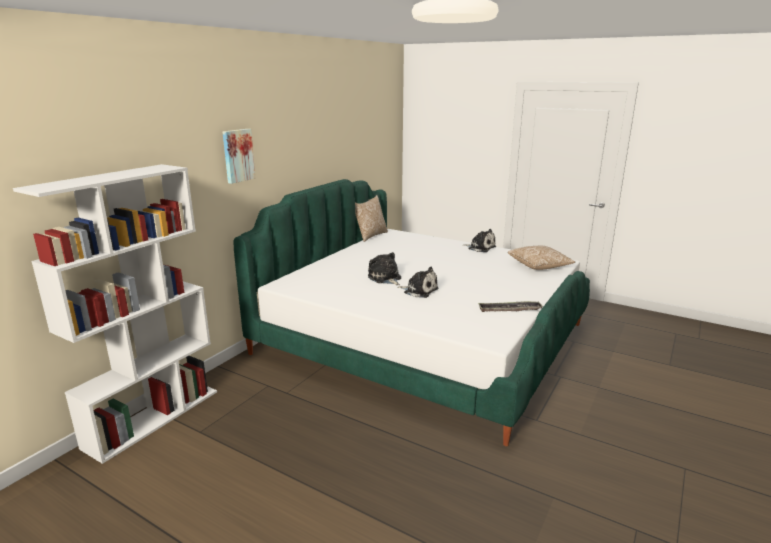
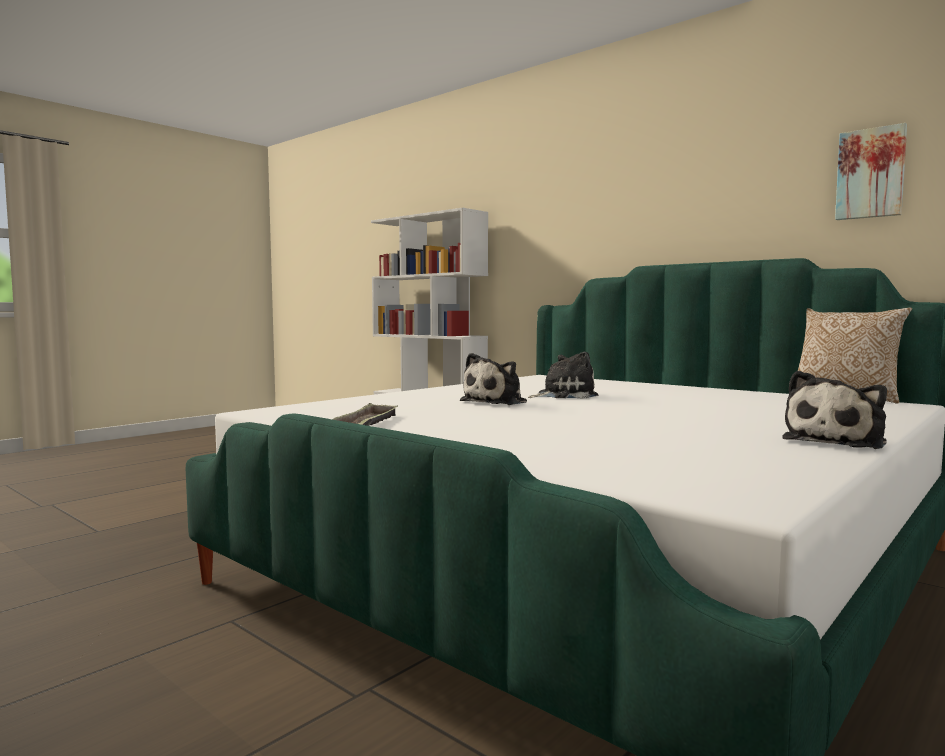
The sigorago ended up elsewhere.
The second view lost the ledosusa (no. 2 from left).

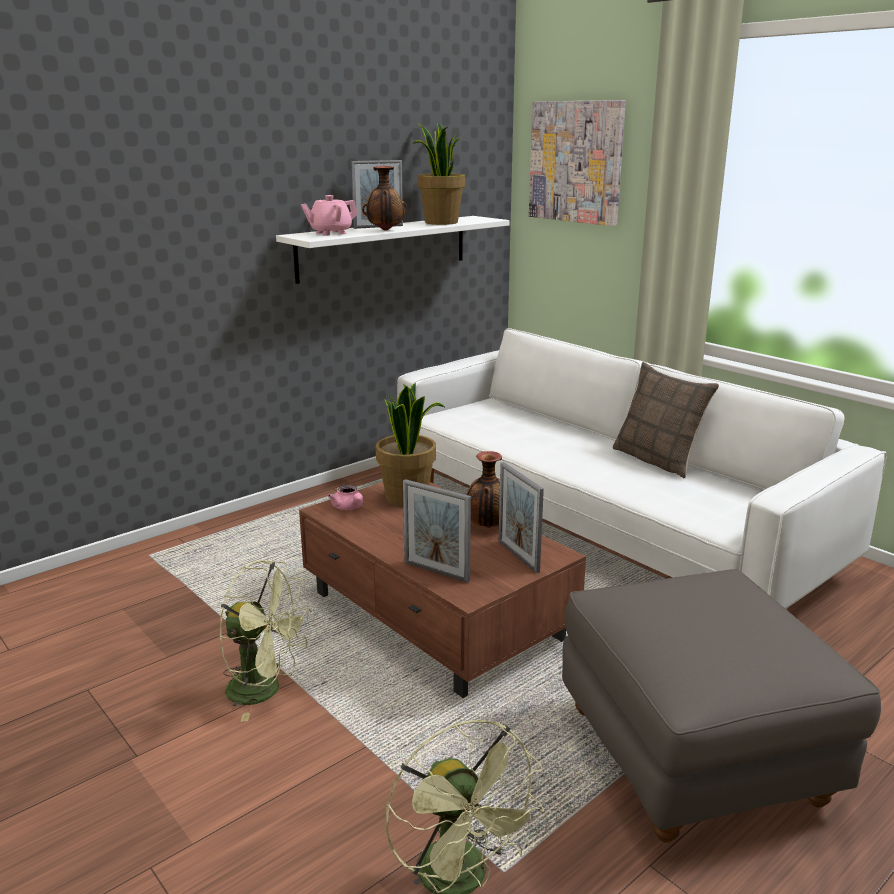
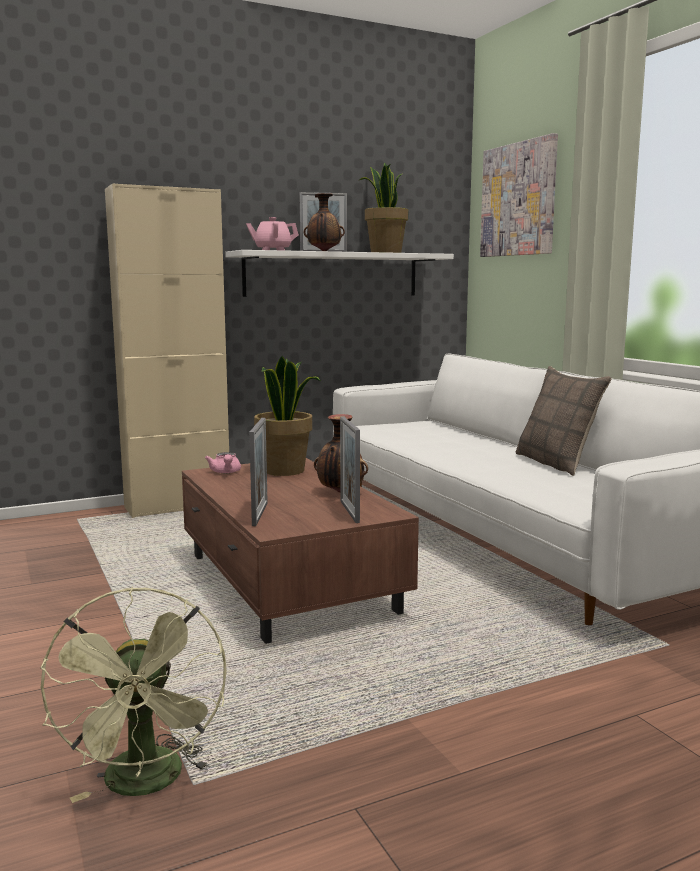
The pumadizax (no. 2 from left in the first image) ended up facing another way, 135 degrees counterclockwise from before.
The second view lost the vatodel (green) (no. 1 from left).
The second view lost the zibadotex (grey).
The second view gained the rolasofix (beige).

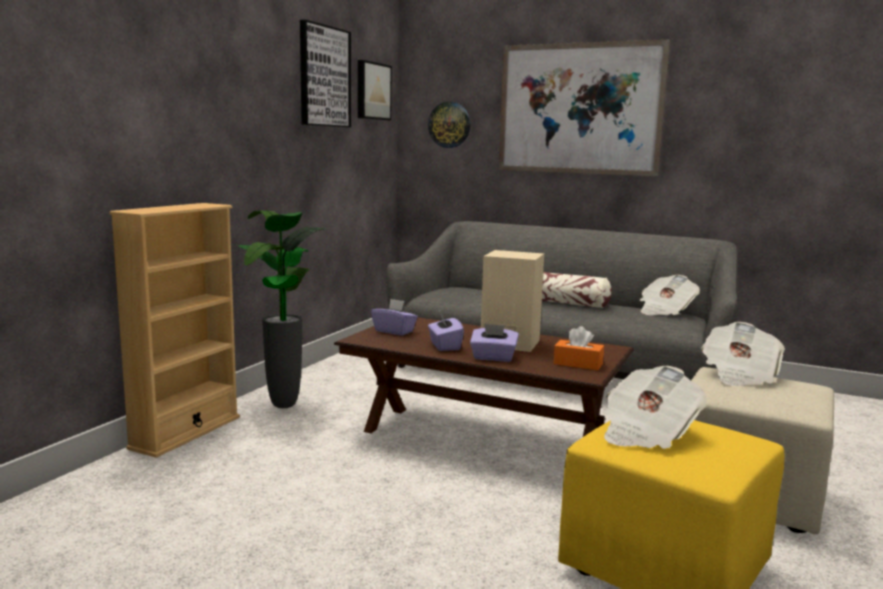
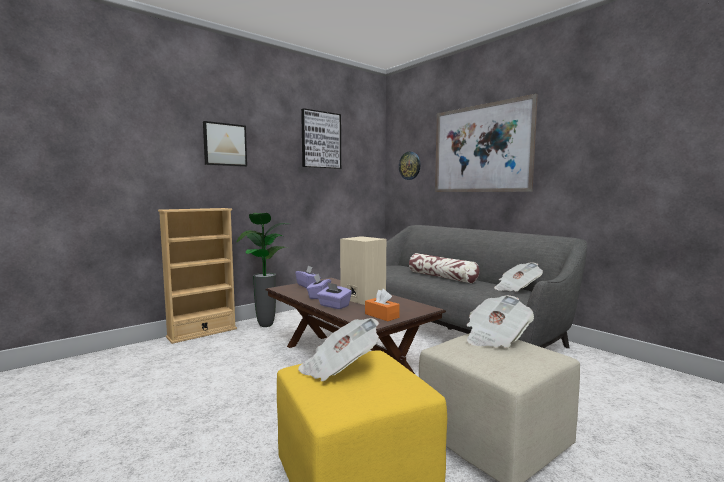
The sigorago (no. 2 from left in the first image) ended up elsewhere.

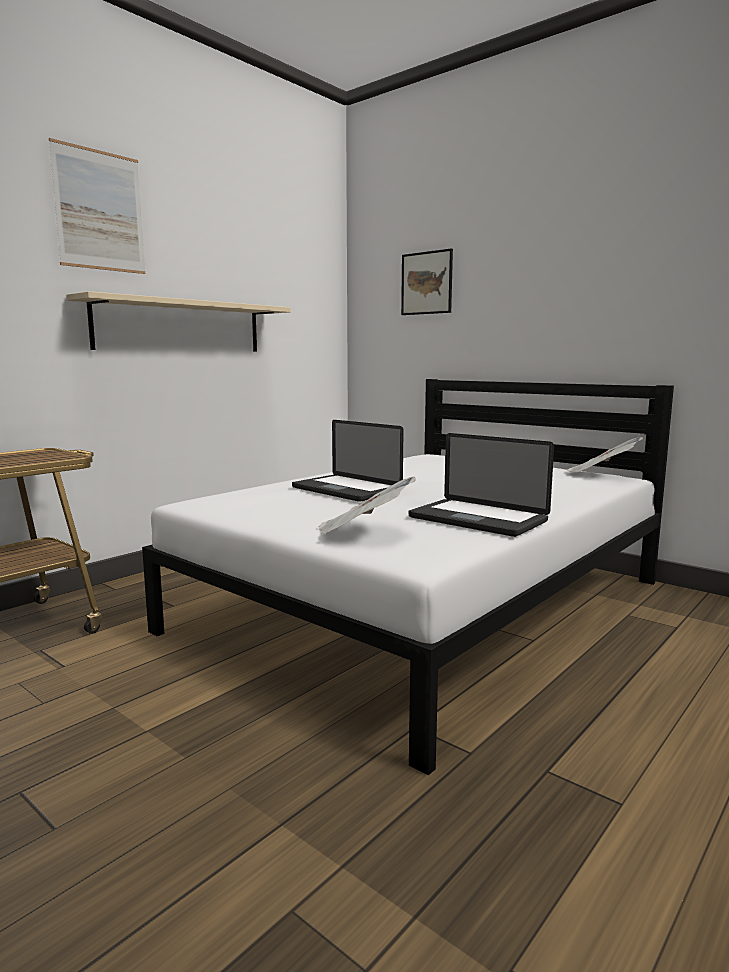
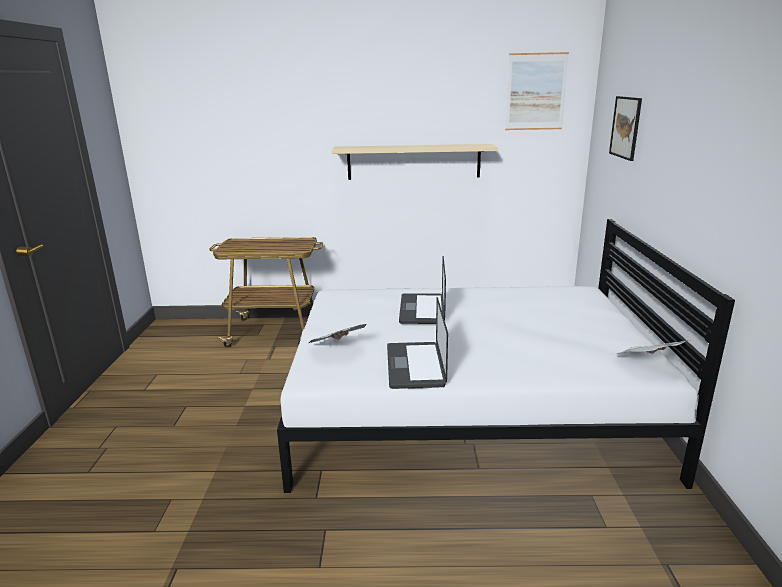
The sigorago (no. 1 from left) ended up elsewhere.

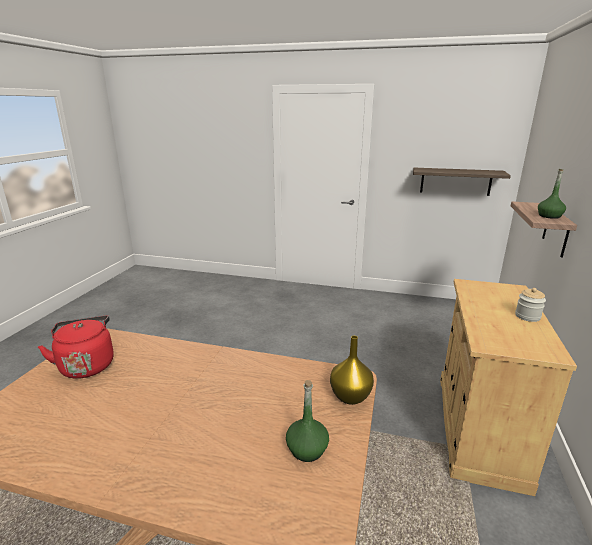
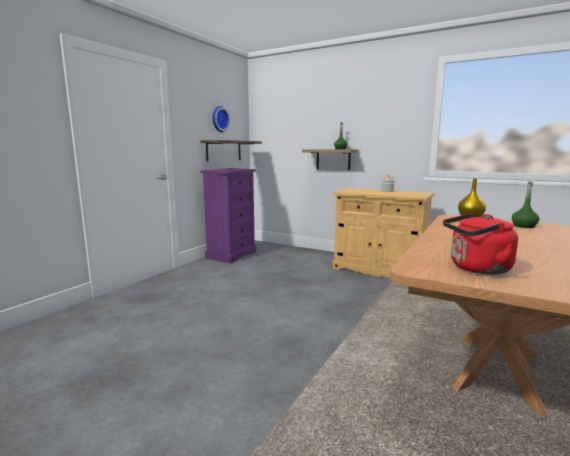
The second view gained the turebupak.
The second view gained the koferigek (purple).

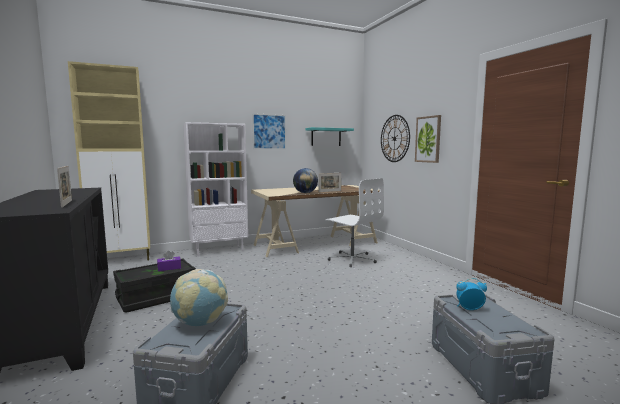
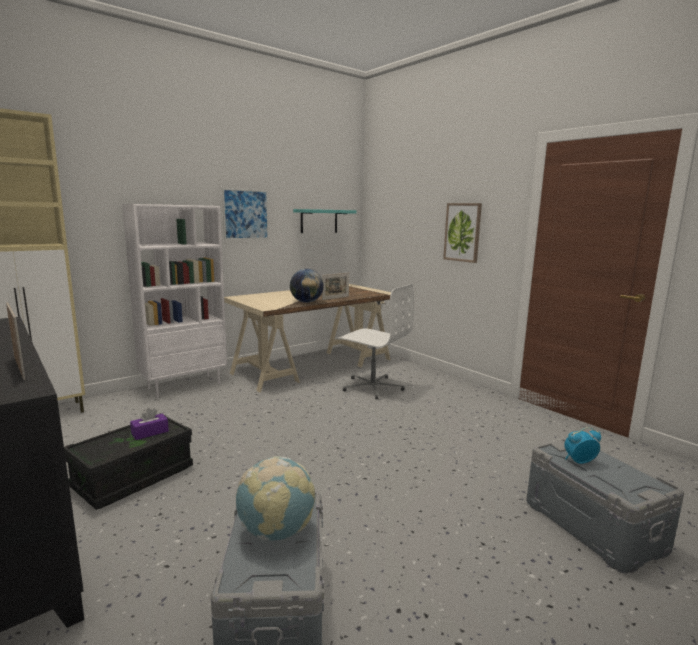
The second view lost the turebupak.

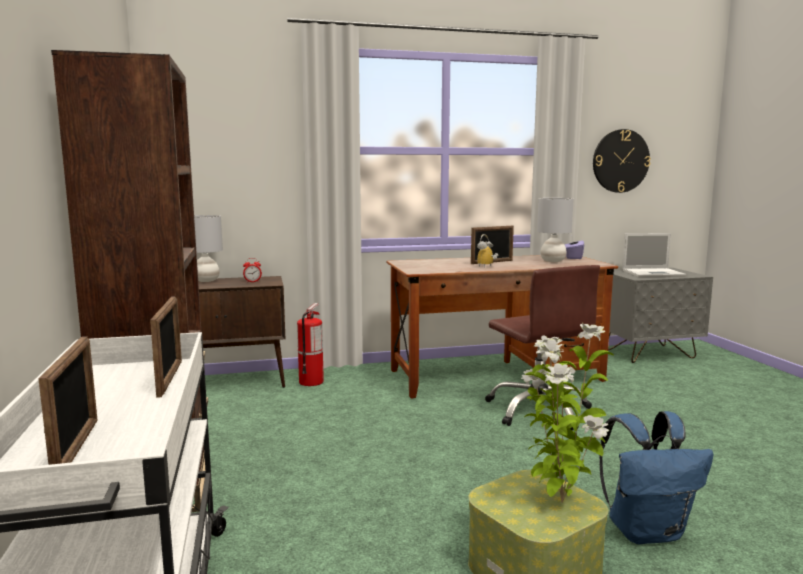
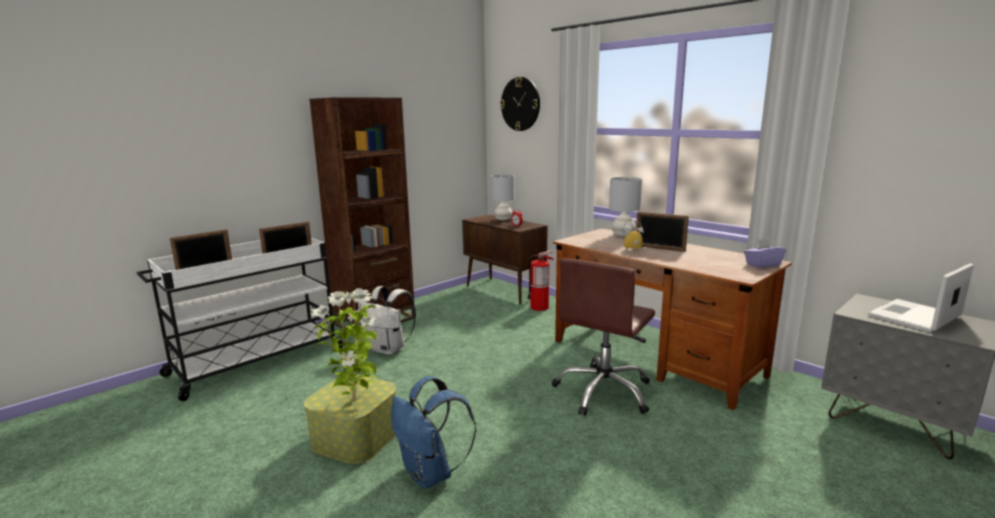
The turebupak ended up elsewhere.
The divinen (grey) (no. 2 from left) ended up elsewhere.
The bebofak ended up facing another way, 90 degrees clockwise from before.
The second view gained the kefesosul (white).

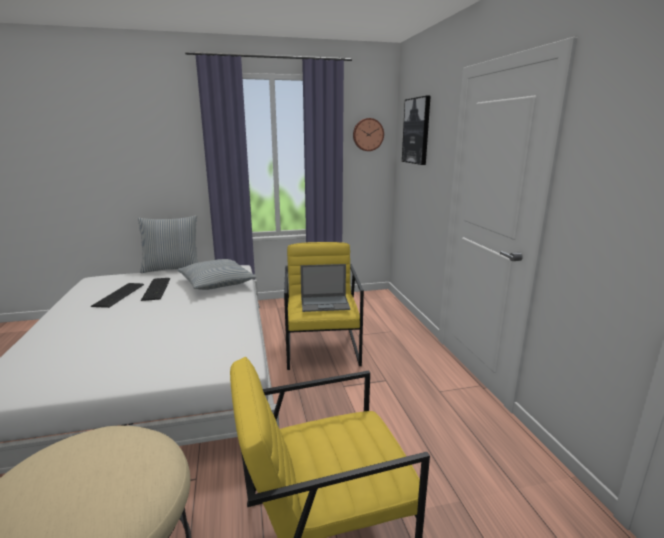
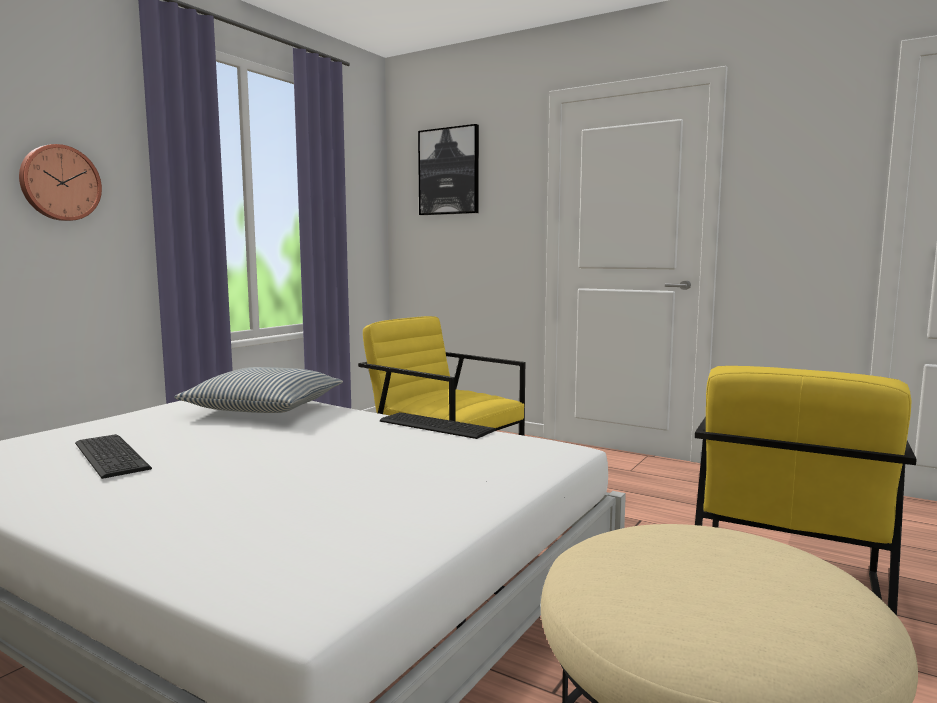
The turebupak ended up elsewhere.
The second view lost the ledosusa (no. 1 from left).
The second view lost the bebofak.
The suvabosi (no. 2 from left) ended up elsewhere.

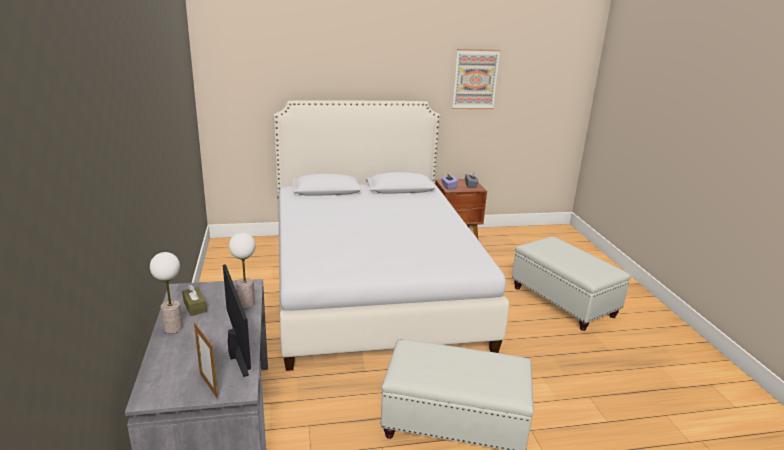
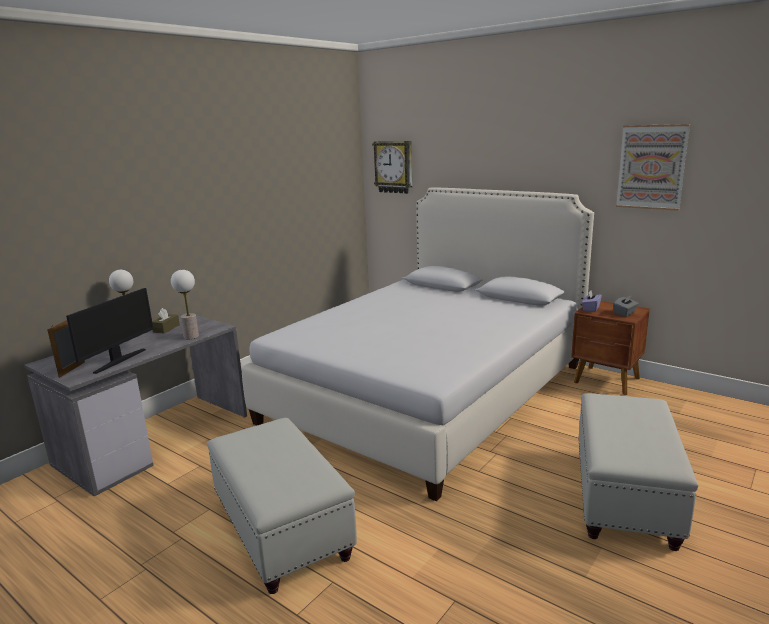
The second view gained the turebupak.

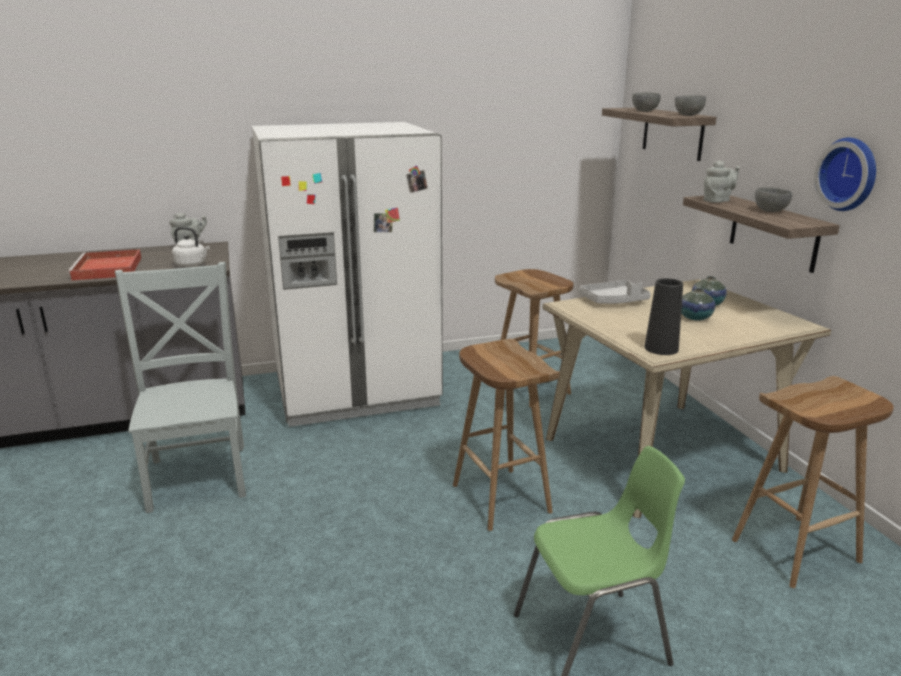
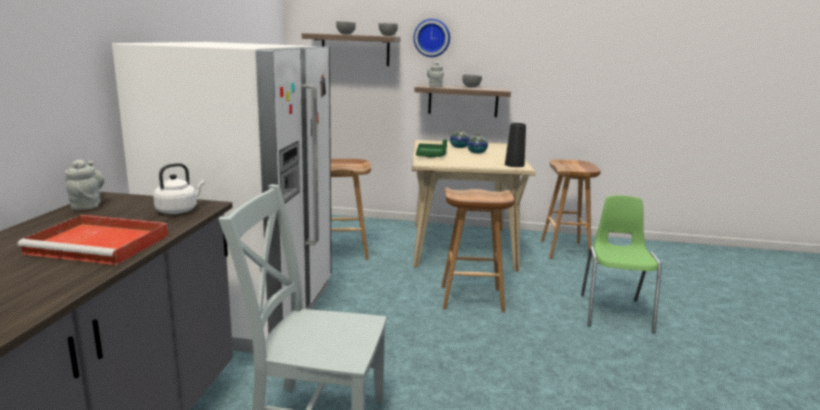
The turebupak ended up elsewhere.
What was the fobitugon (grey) turned into the fobitugon (green).

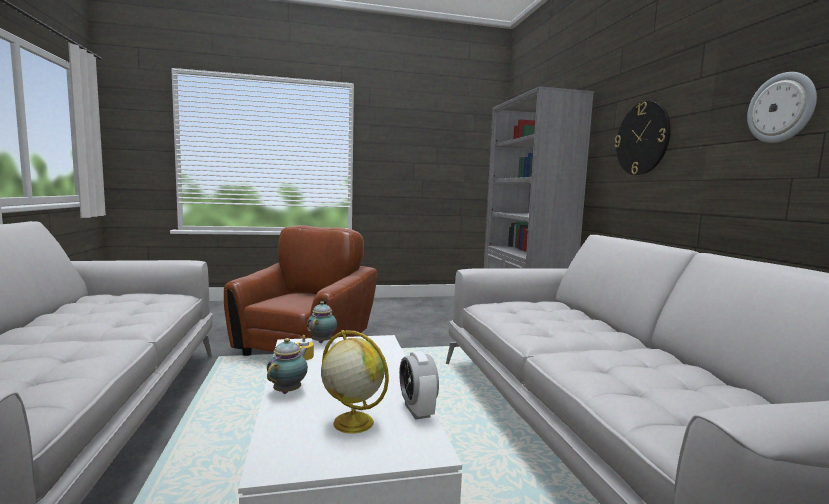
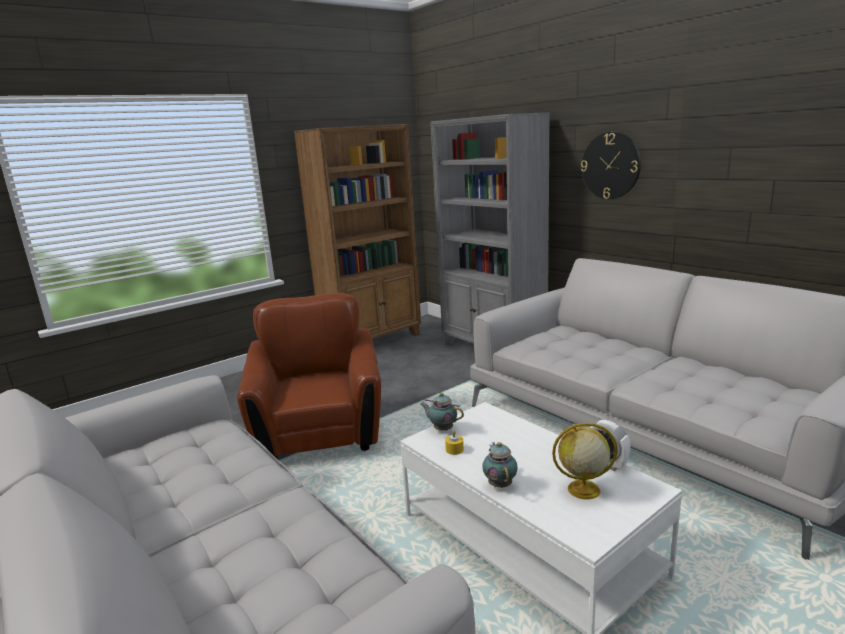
The second view lost the turebupak (no. 2 from left).
The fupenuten (no. 2 from left in the first image) ended up facing another way, 45 degrees counterclockwise from before.
The second view gained the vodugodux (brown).

